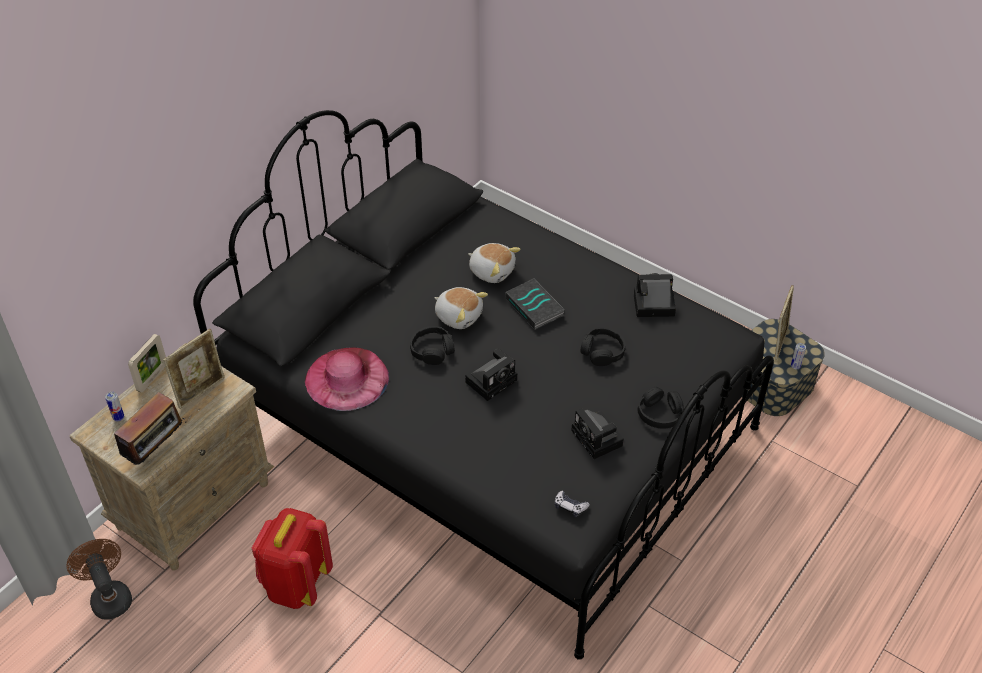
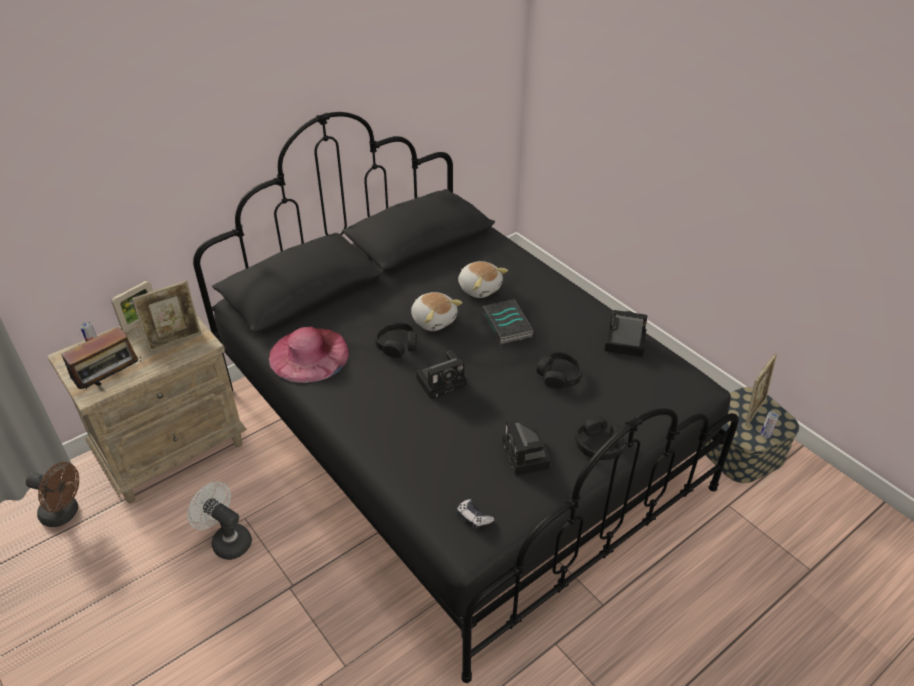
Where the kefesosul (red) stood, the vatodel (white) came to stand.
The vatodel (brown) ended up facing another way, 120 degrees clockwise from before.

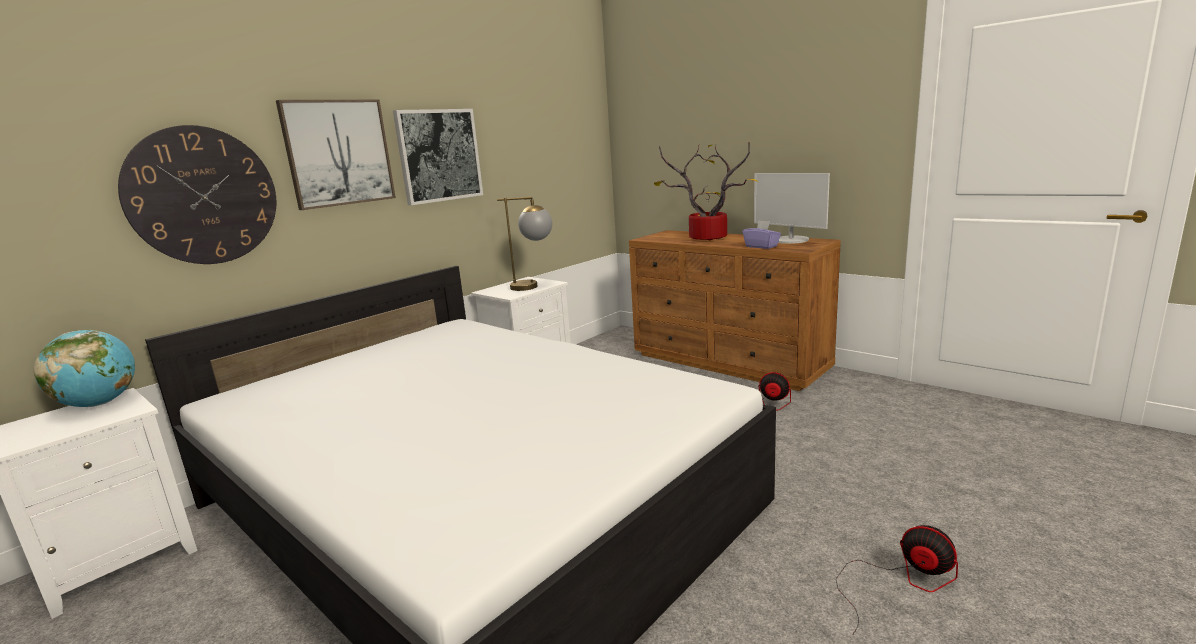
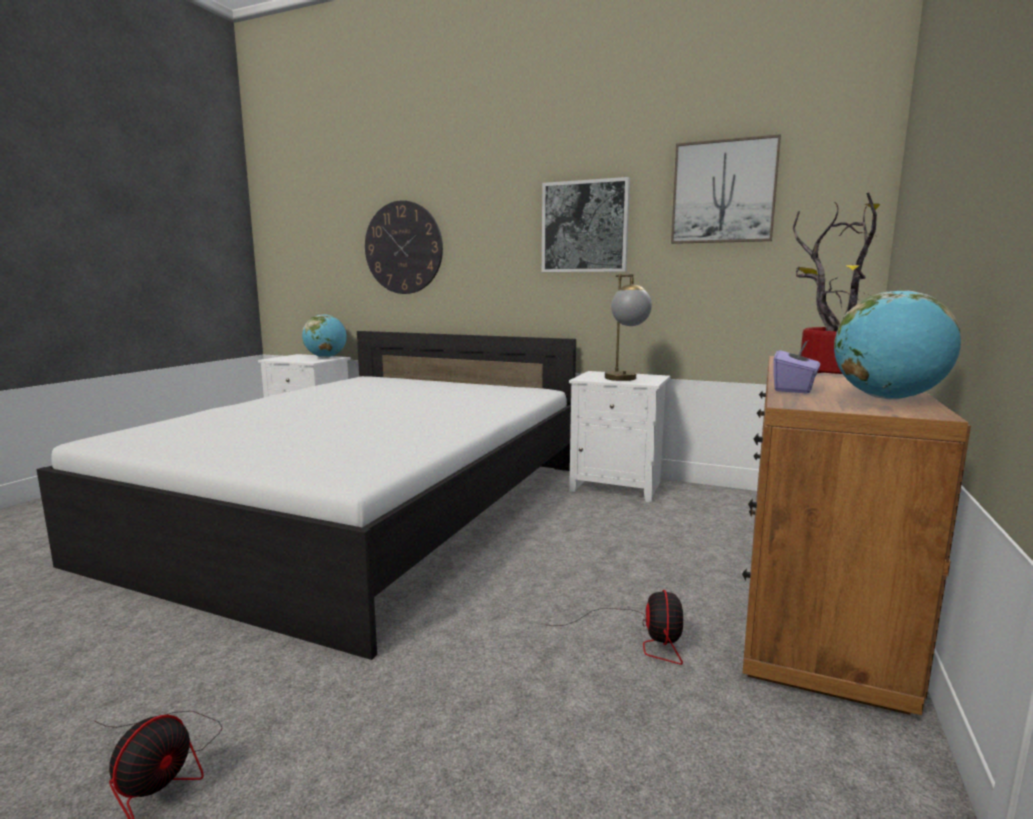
The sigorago (no. 1 from left in the first image) ended up elsewhere.
Where the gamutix stood, the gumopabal (no. 2 from left) came to stand.

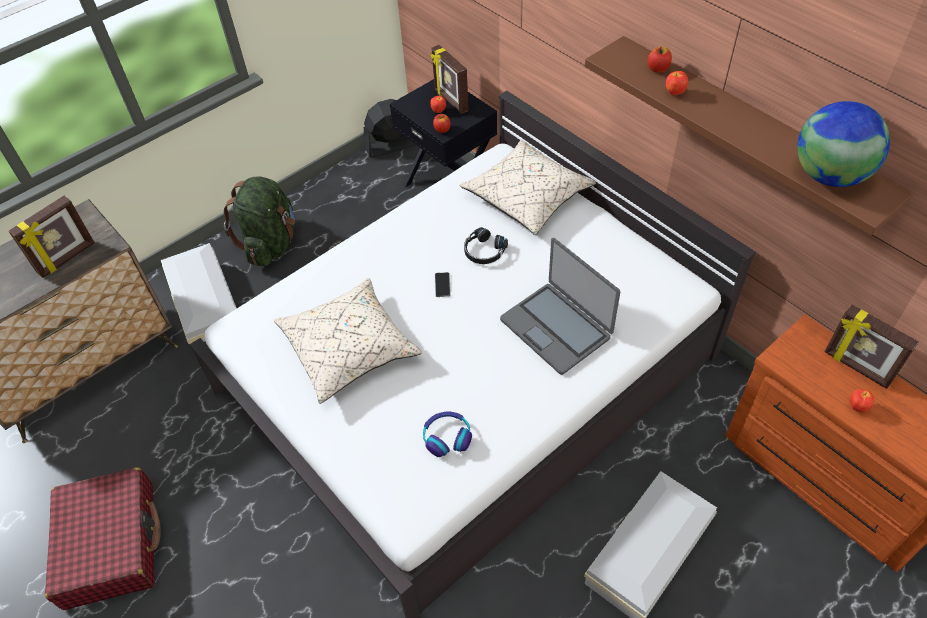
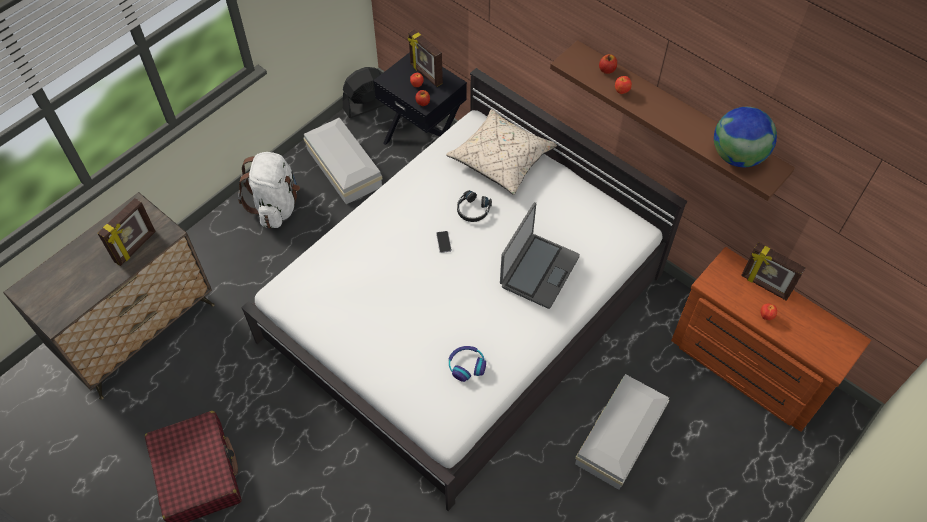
What was the kefesosul (green) turned into the kefesosul (white).
The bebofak ended up facing another way, 105 degrees counterclockwise from before.
The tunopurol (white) (no. 1 from left) ended up elsewhere.
The second view lost the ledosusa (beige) (no. 1 from left).

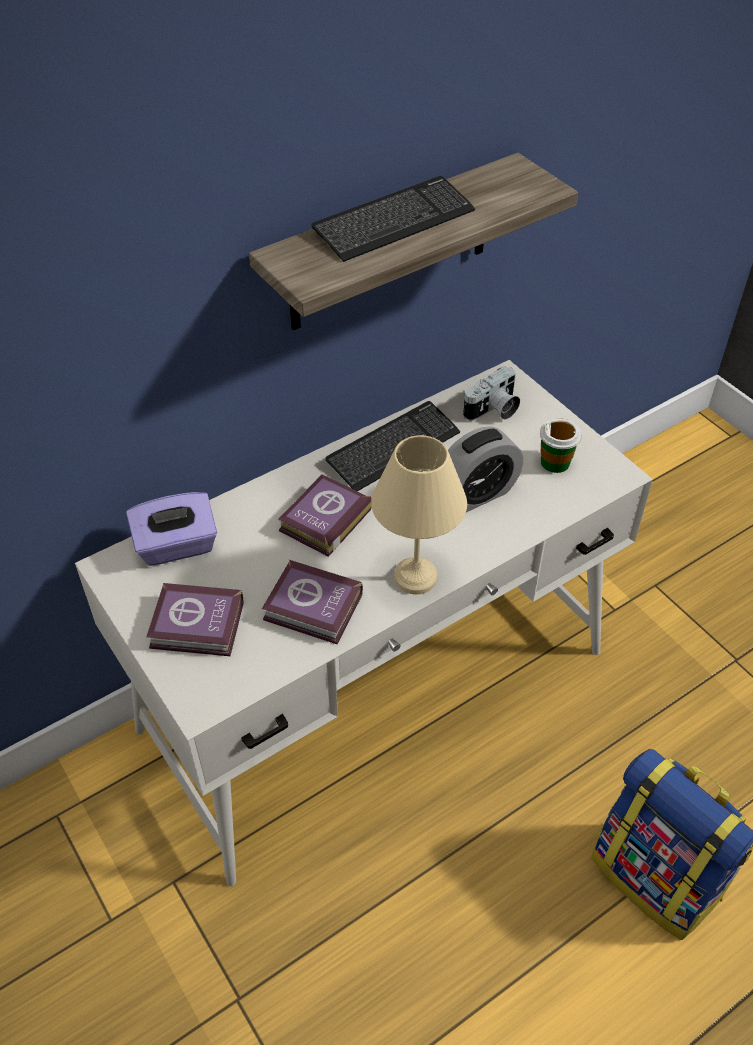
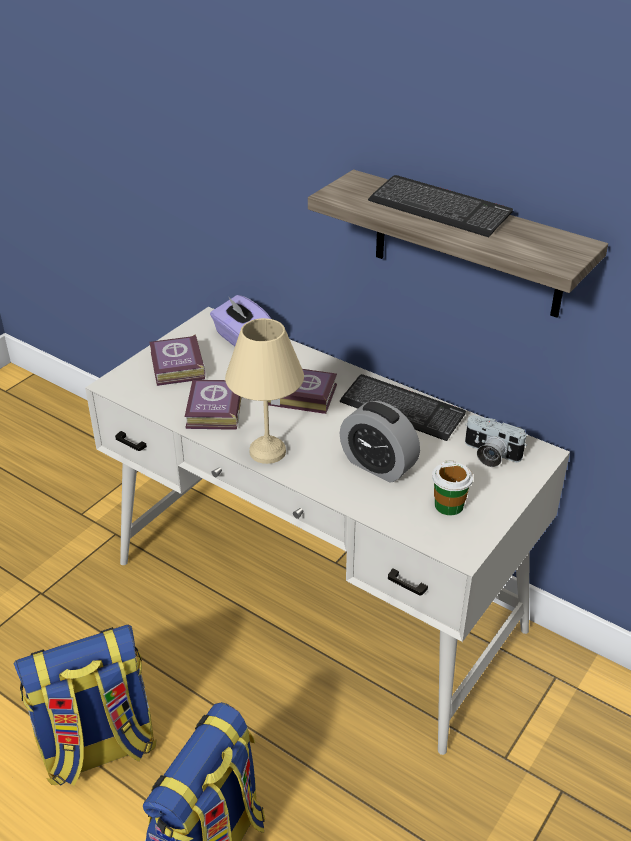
The second view gained the kefesosul (no. 1 from left).

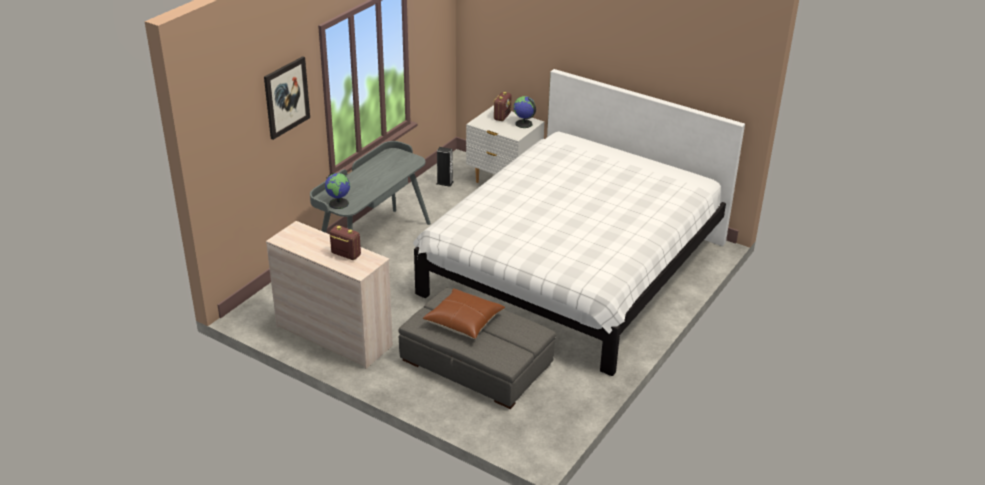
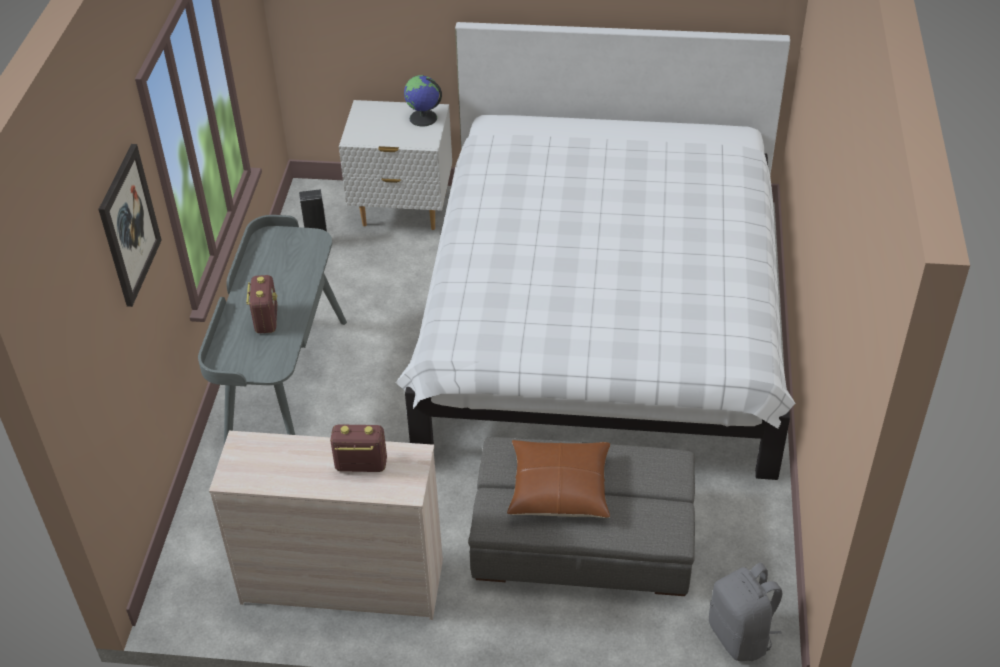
The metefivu (no. 2 from left in the first image) ended up elsewhere.
The second view lost the gumopabal (no. 1 from left).
The second view gained the kefesosul (grey).

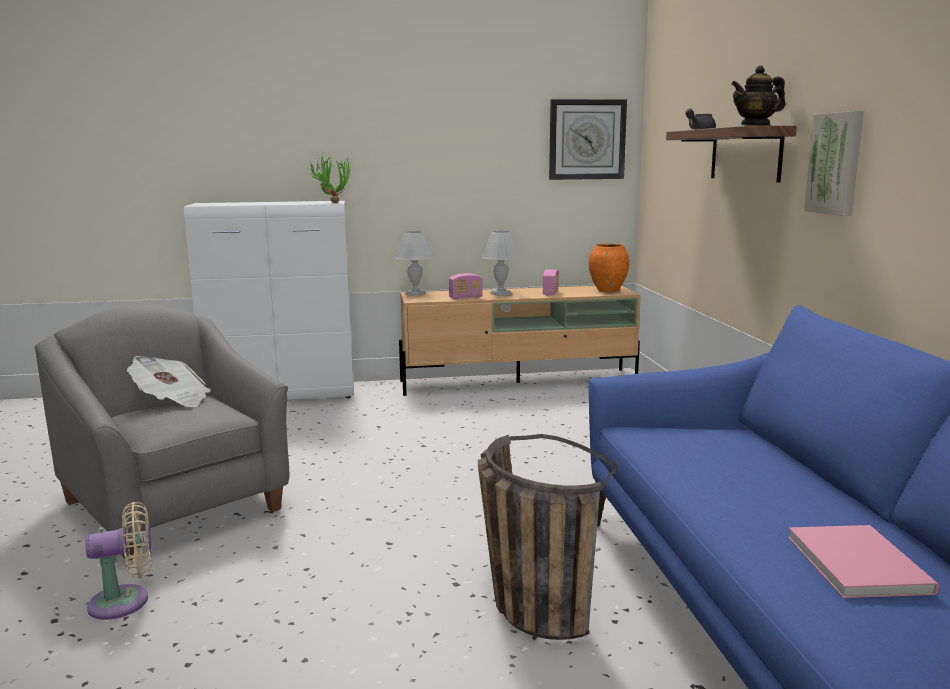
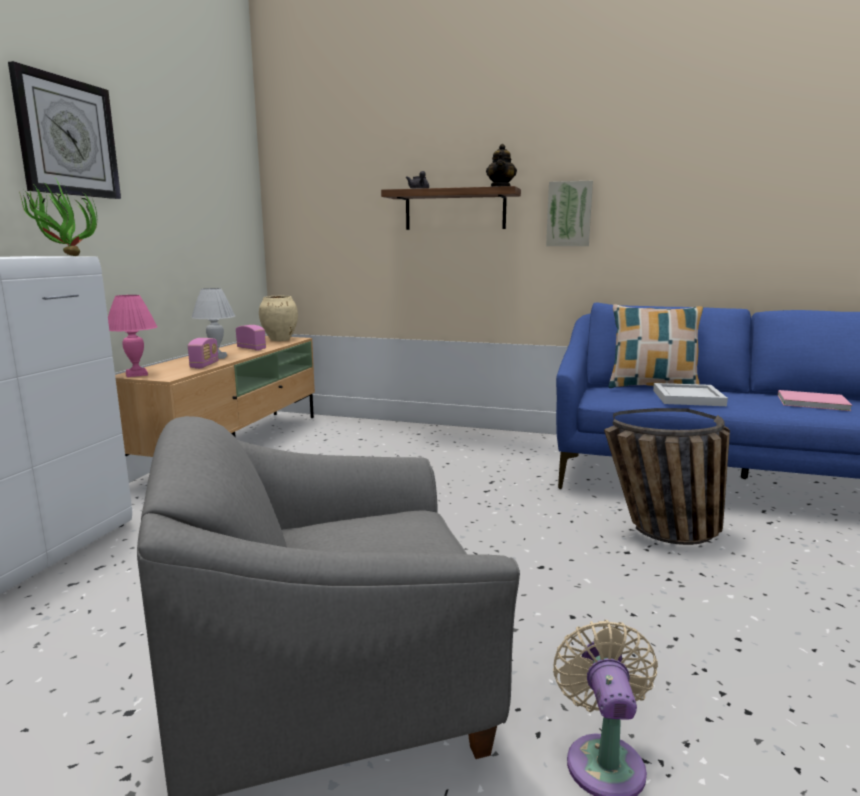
The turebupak ended up elsewhere.
What was the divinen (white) (no. 1 from left) turned into the divinen (pink).
What was the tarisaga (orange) turned into the tarisaga (beige).
The second view lost the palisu.
The second view gained the ledosusa.
The second view gained the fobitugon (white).

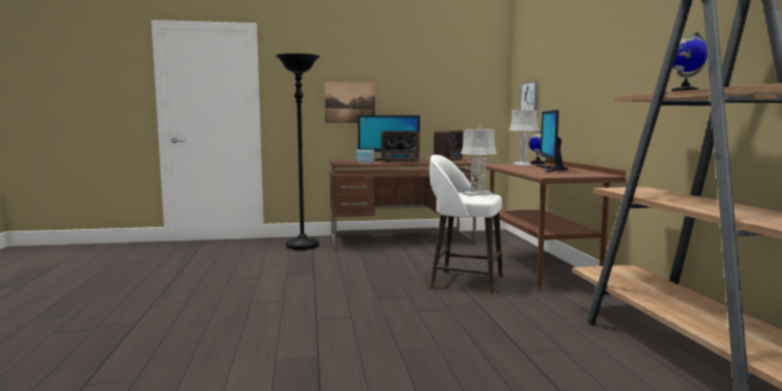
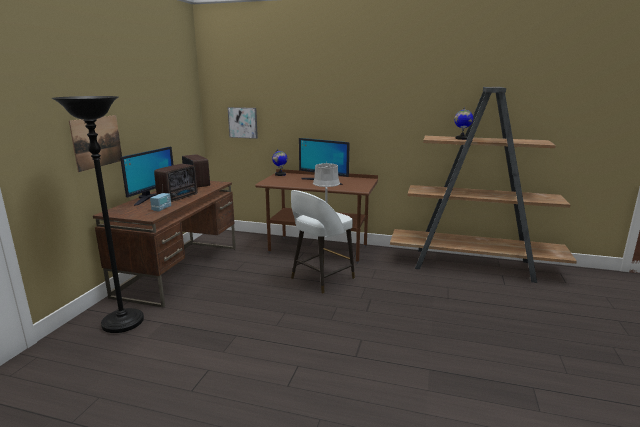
The second view lost the divinen (grey) (no. 2 from left).

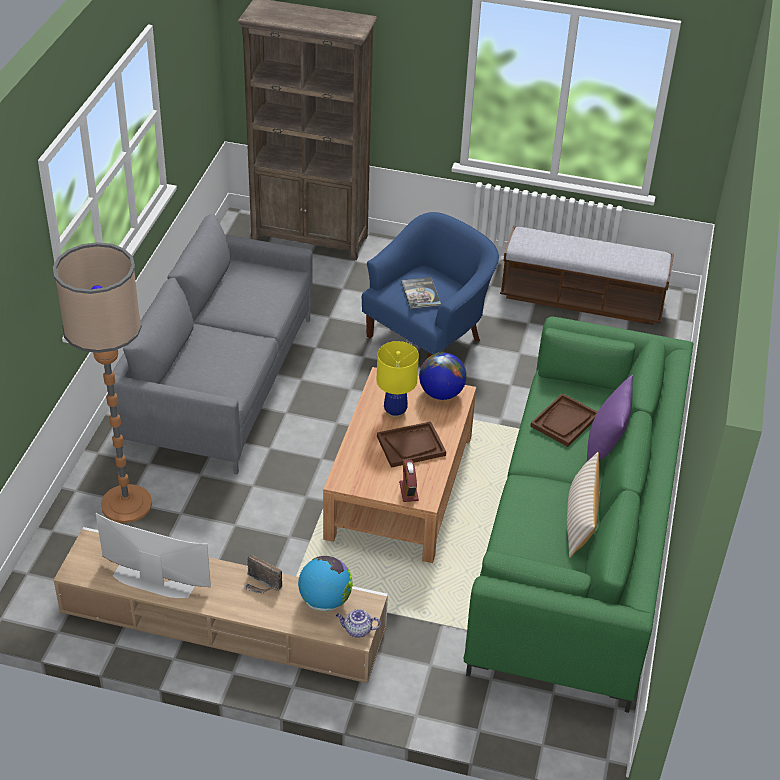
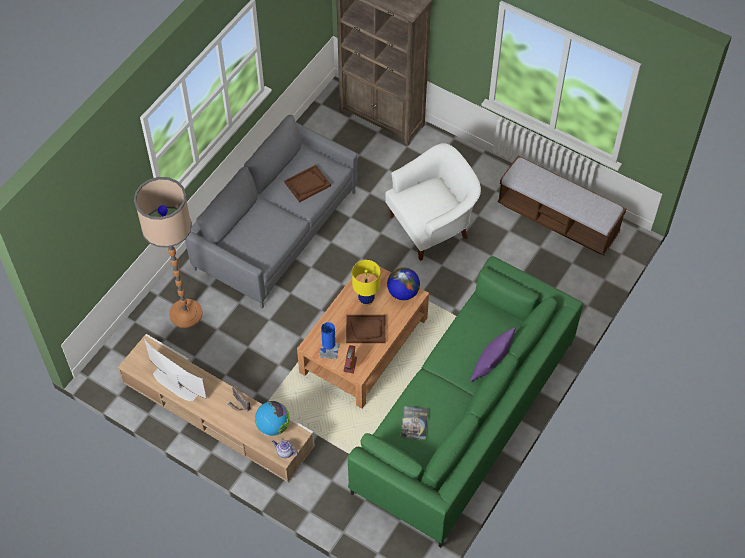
What was the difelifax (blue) turned into the difelifax (white).
The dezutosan ended up elsewhere.
The fobitugon (brown) (no. 2 from left in the first image) ended up elsewhere.
The second view lost the ledosusa (beige).
The second view gained the divinen (blue).

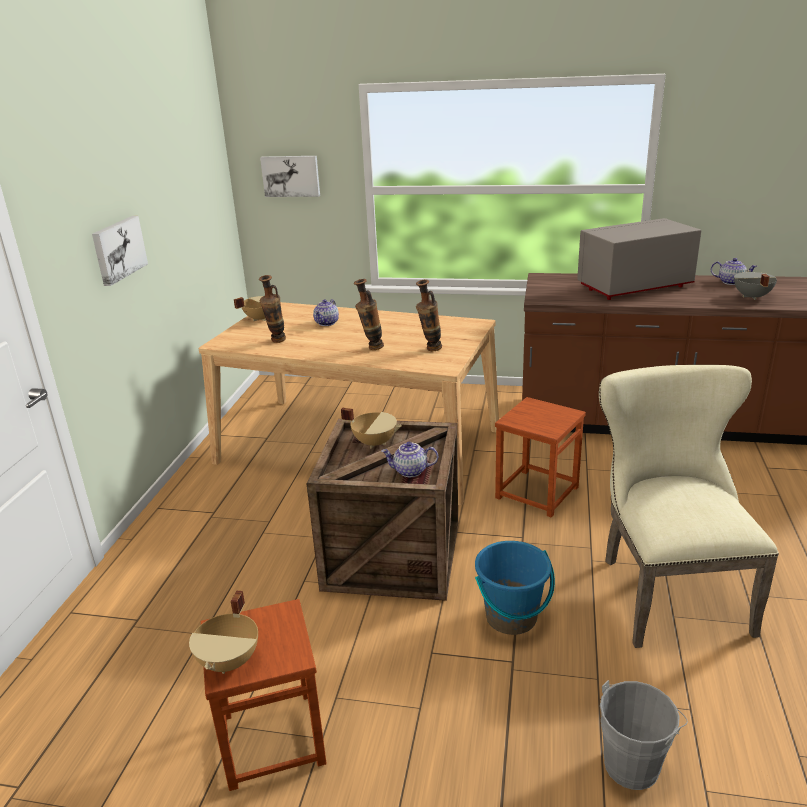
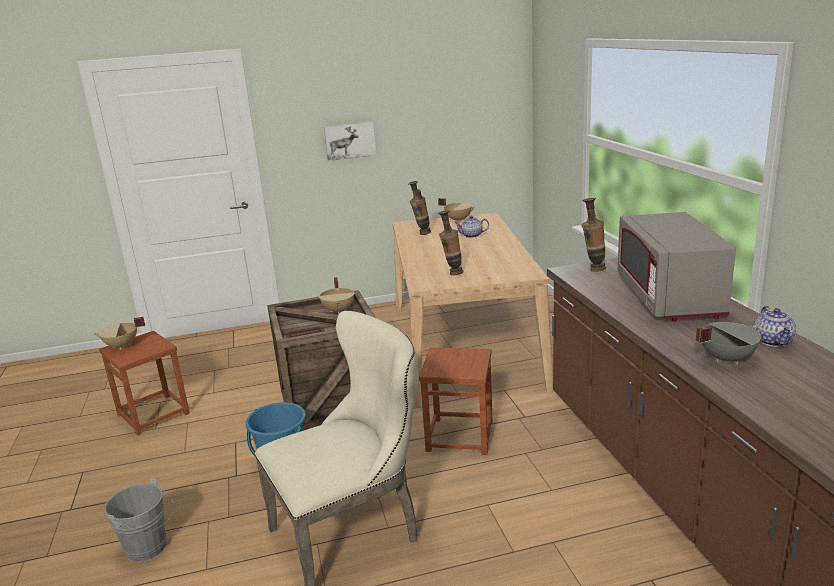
The second view lost the sigorago (no. 2 from left).
The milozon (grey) ended up facing another way, 135 degrees counterclockwise from before.
The tarisaga (no. 2 from left in the first image) ended up elsewhere.
The second view lost the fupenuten (no. 2 from left).

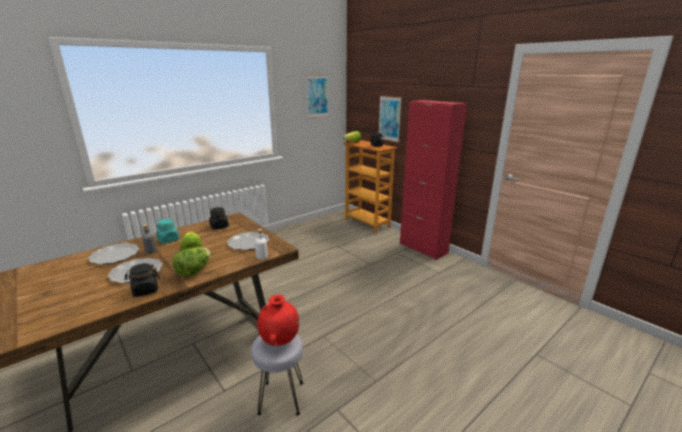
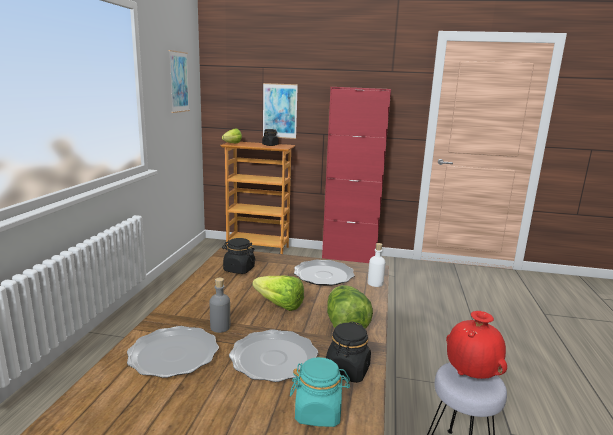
The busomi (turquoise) ended up elsewhere.

